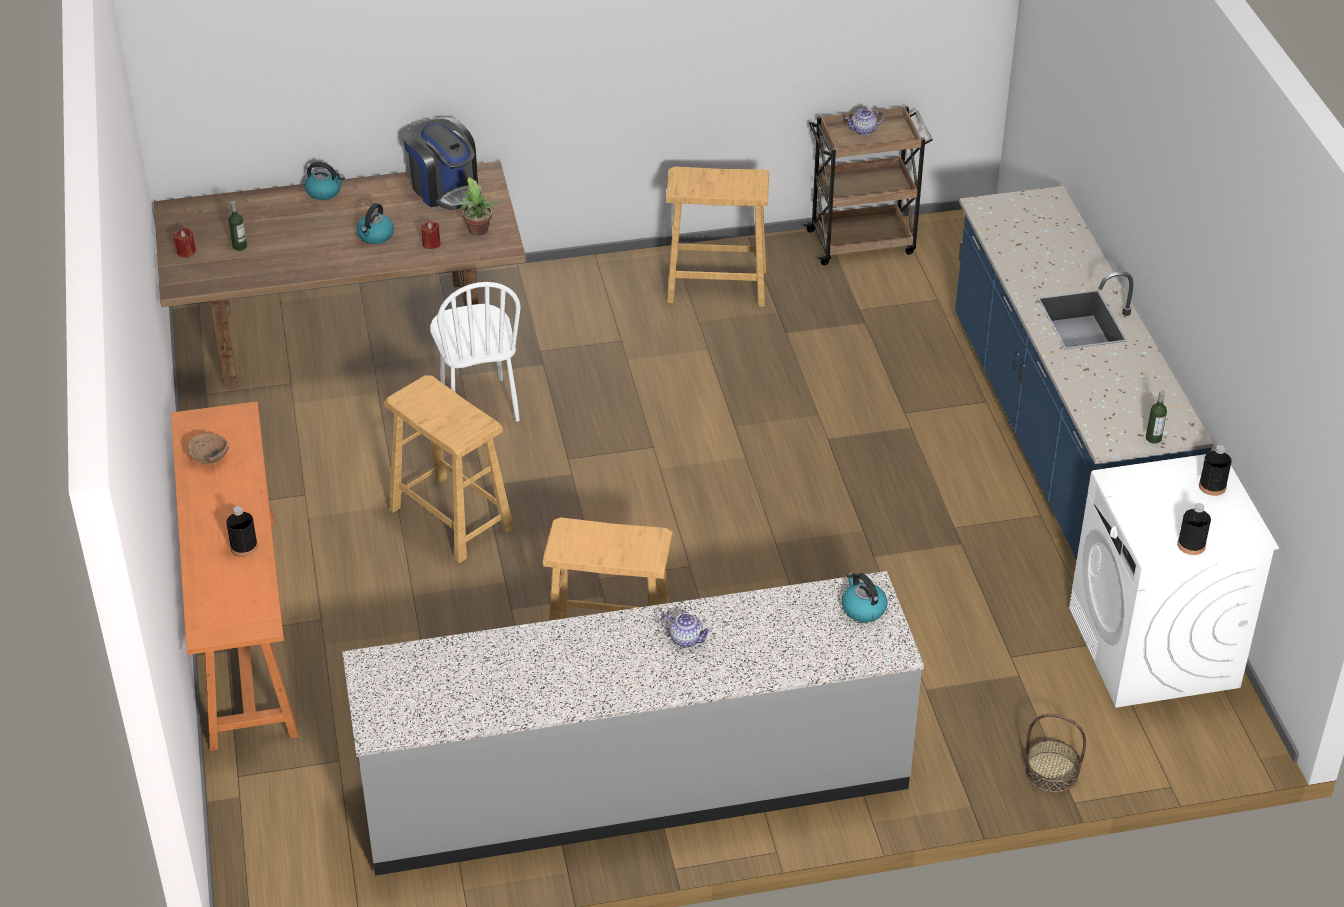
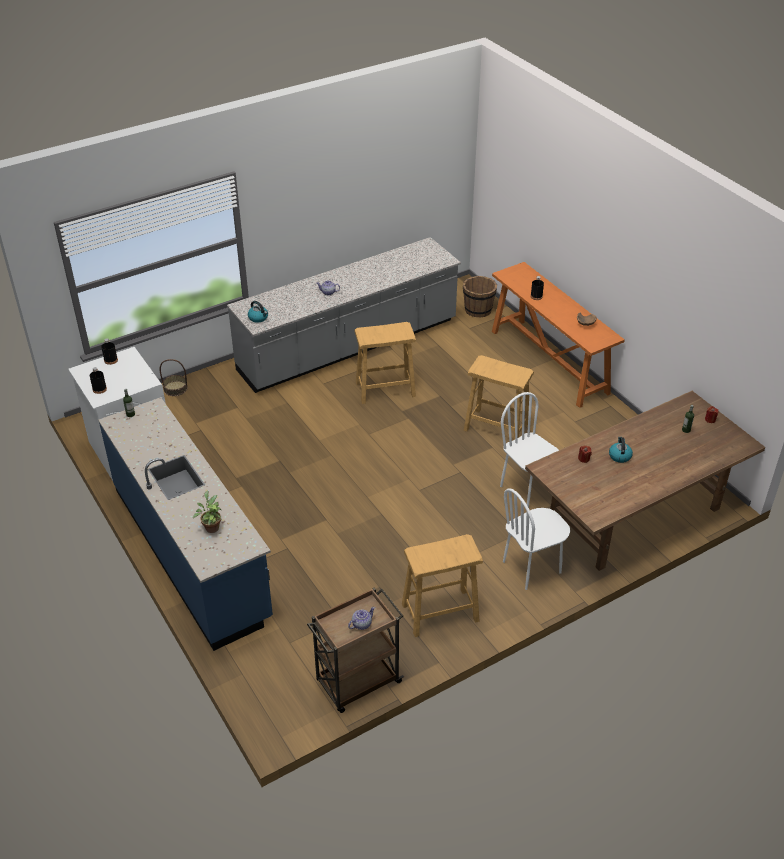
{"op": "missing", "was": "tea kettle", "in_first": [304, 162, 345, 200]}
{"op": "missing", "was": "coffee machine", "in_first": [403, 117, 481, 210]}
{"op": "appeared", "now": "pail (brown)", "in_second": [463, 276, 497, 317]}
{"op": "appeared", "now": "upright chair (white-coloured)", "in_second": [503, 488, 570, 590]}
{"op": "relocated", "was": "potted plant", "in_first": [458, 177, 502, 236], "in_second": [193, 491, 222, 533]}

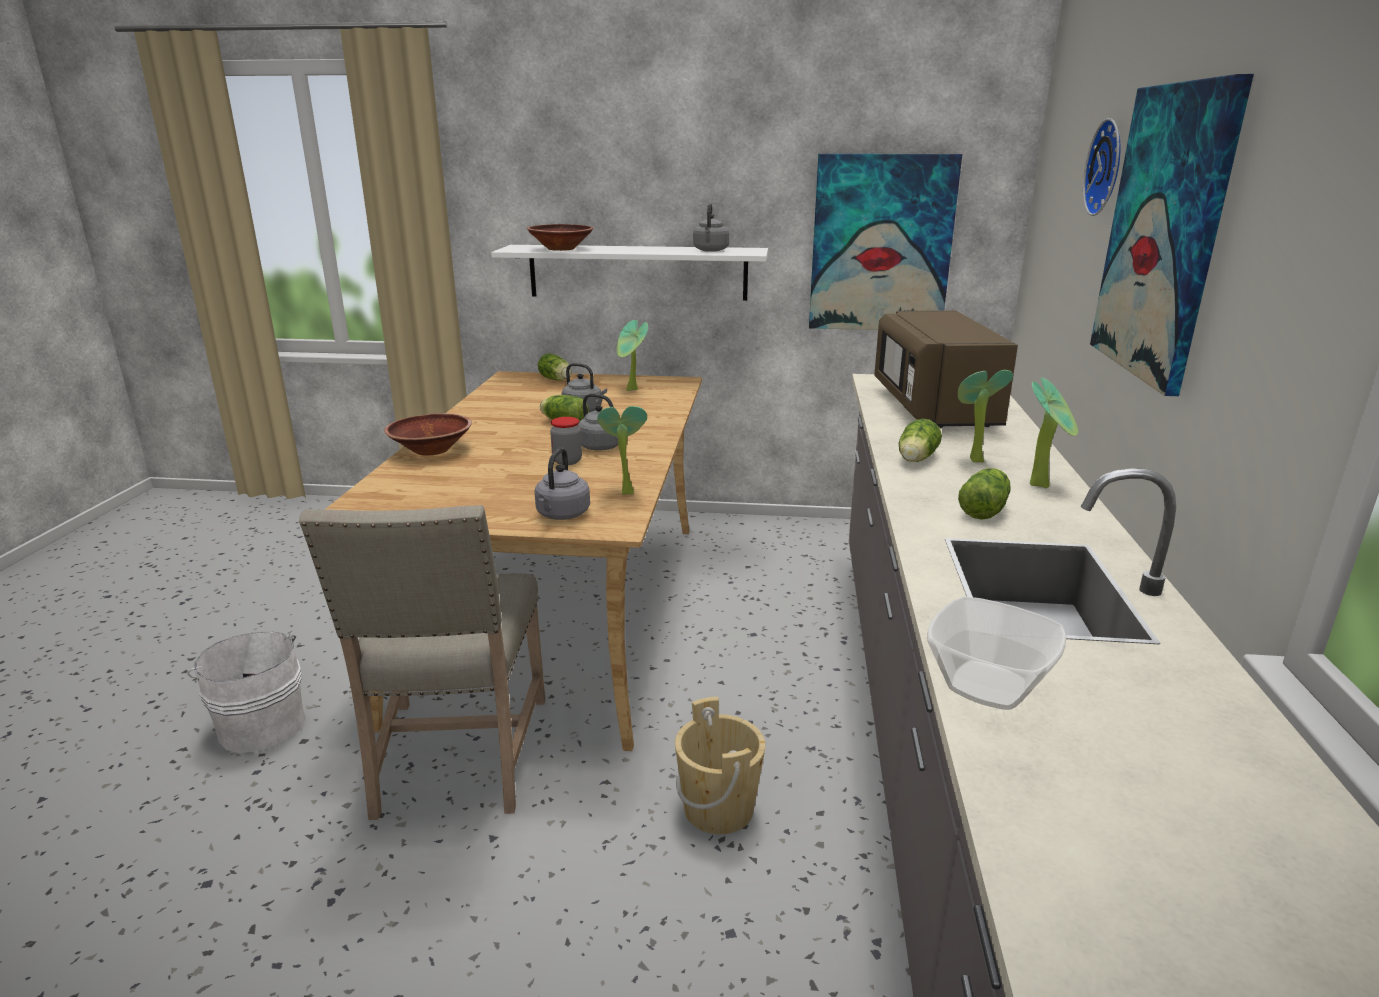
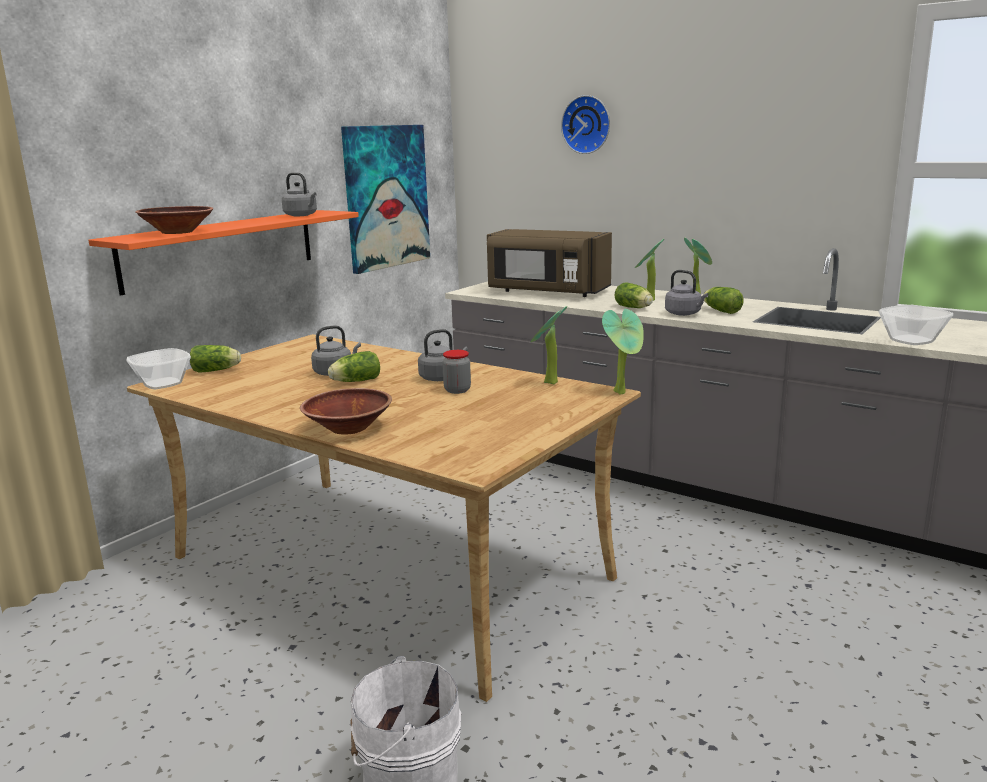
{"op": "missing", "was": "upright chair (sand-coloured)", "in_first": [299, 505, 545, 820]}
{"op": "missing", "was": "pail (sand-coloured)", "in_first": [675, 697, 766, 834]}
{"op": "missing", "was": "wall picture", "in_first": [1090, 74, 1254, 396]}
{"op": "appeared", "now": "serving bowl", "in_second": [126, 348, 191, 389]}
{"op": "relocated", "was": "tea kettle (grey)", "in_first": [534, 448, 590, 520], "in_second": [665, 270, 708, 316]}
{"op": "relocated", "was": "potted plant", "in_first": [617, 320, 648, 391], "in_second": [602, 309, 644, 395]}
{"op": "colour", "was": "shelf (white-coloured)", "now": "shelf (orange)", "in_first": [491, 245, 768, 301], "in_second": [88, 210, 359, 296]}

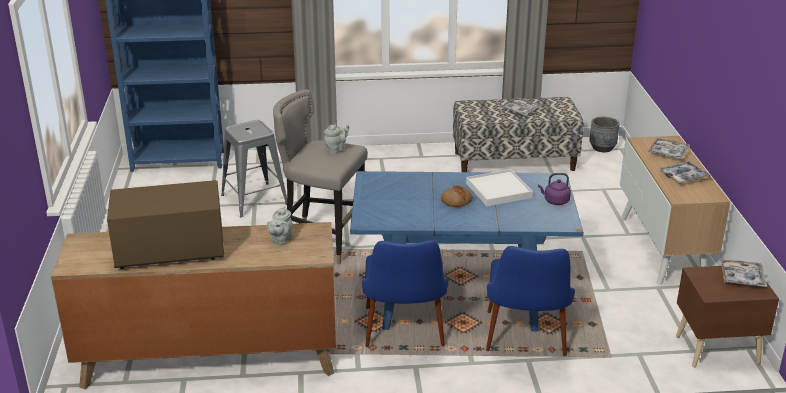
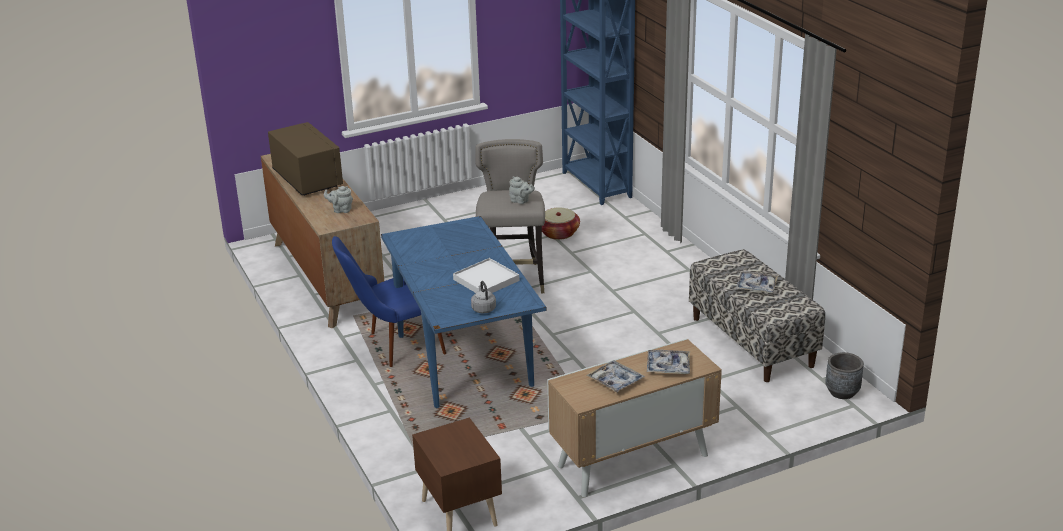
{"op": "missing", "was": "bakery bread", "in_first": [441, 185, 473, 207]}
{"op": "missing", "was": "upright chair (bluish)", "in_first": [486, 246, 575, 356]}
{"op": "missing", "was": "tray", "in_first": [720, 259, 767, 287]}
{"op": "exchanged", "was": "stool (grey)", "now": "basket", "in_first": [221, 120, 287, 217], "in_second": [542, 207, 580, 240]}
{"op": "colour", "was": "tea kettle (purple)", "now": "tea kettle (grey)", "in_first": [538, 173, 571, 205], "in_second": [471, 281, 496, 313]}

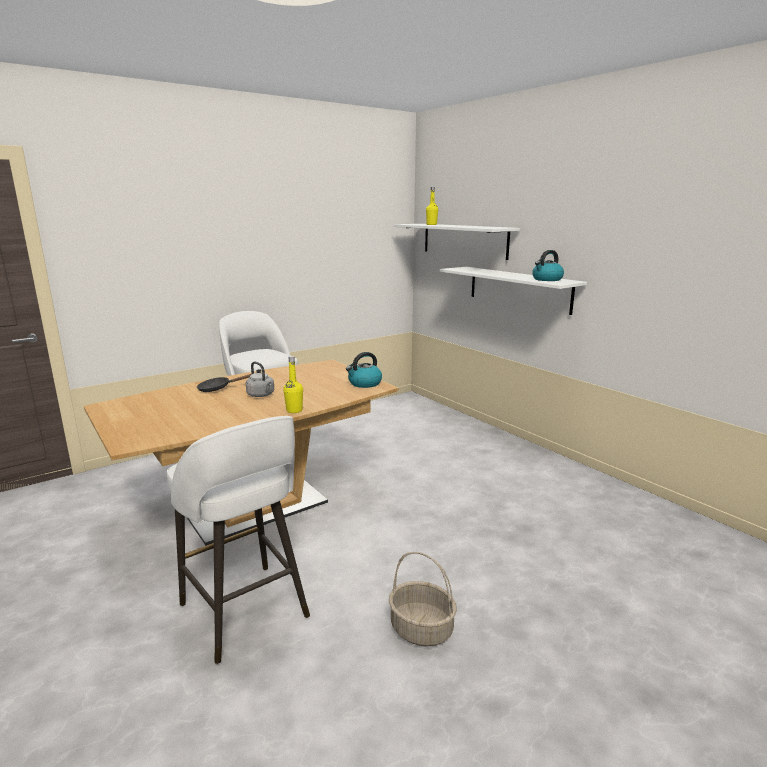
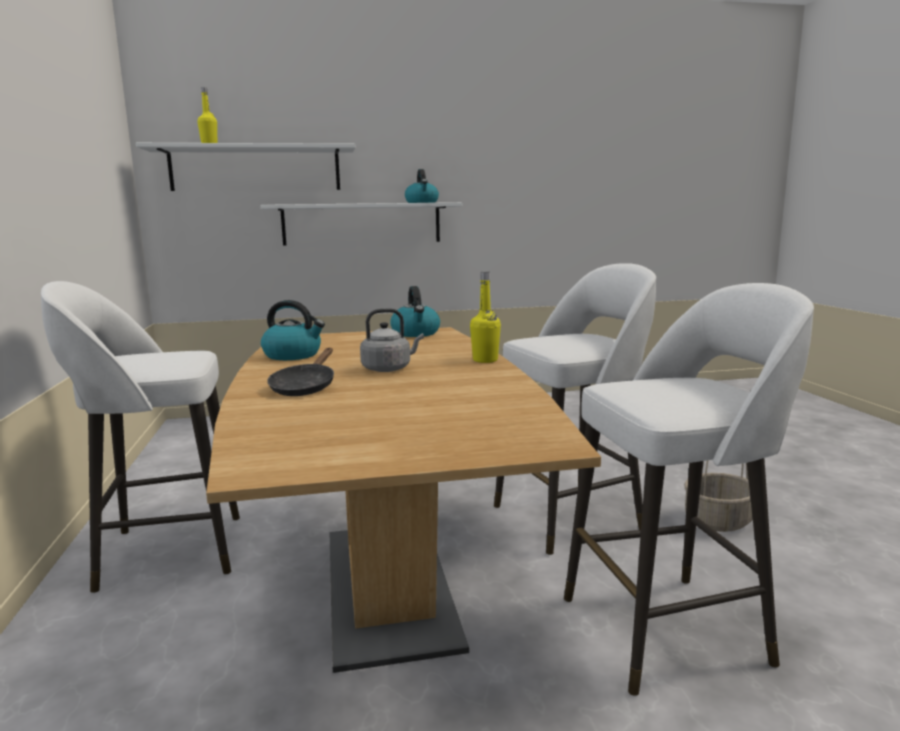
{"op": "appeared", "now": "tea kettle", "in_second": [261, 300, 325, 360]}
{"op": "appeared", "now": "stool (white-coloured)", "in_second": [494, 263, 656, 555]}

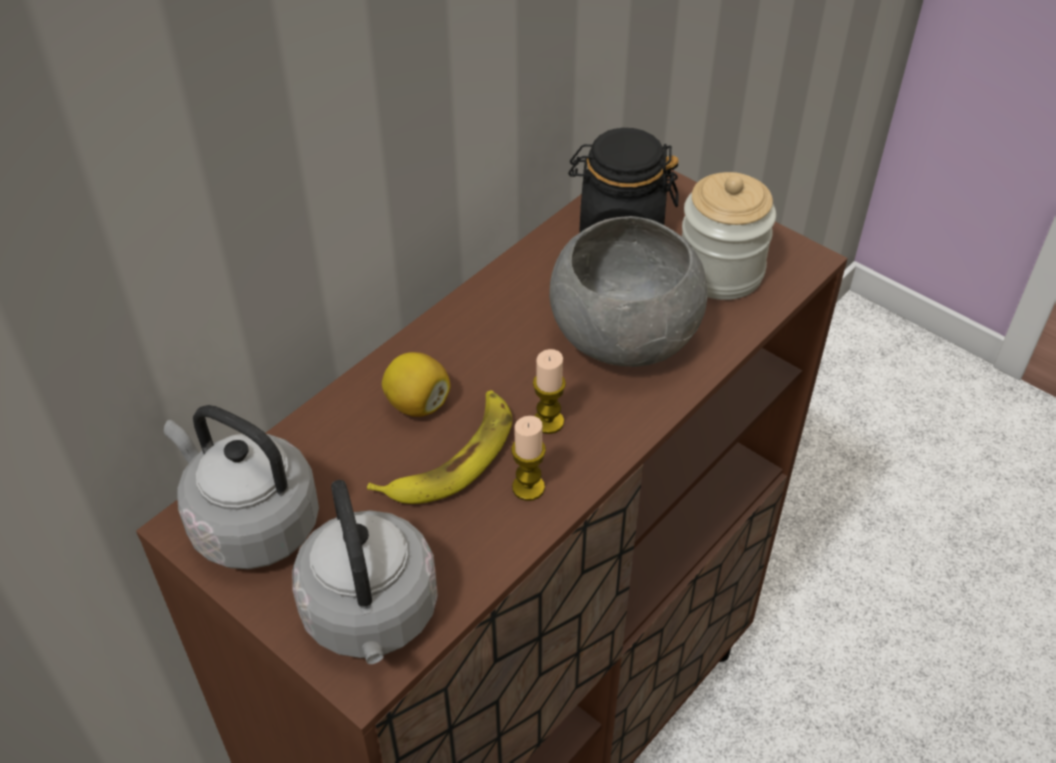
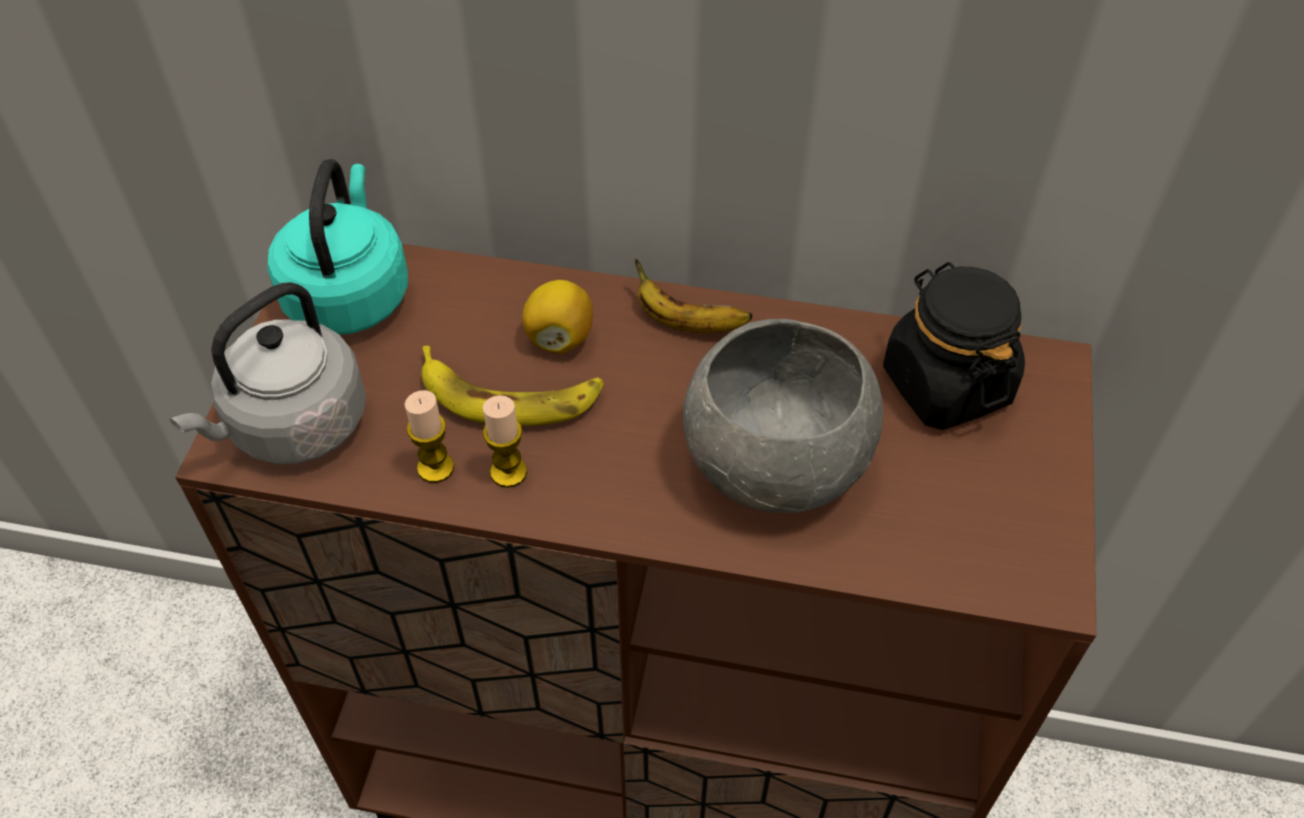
{"op": "missing", "was": "preserve jar", "in_first": [682, 172, 776, 300]}
{"op": "appeared", "now": "whole banana", "in_second": [634, 259, 752, 333]}
{"op": "relocated", "was": "wax candle", "in_first": [533, 349, 566, 434], "in_second": [405, 390, 454, 483]}
{"op": "colour", "was": "tea kettle (grey)", "now": "tea kettle (turquoise)", "in_first": [164, 405, 319, 569], "in_second": [268, 159, 408, 335]}

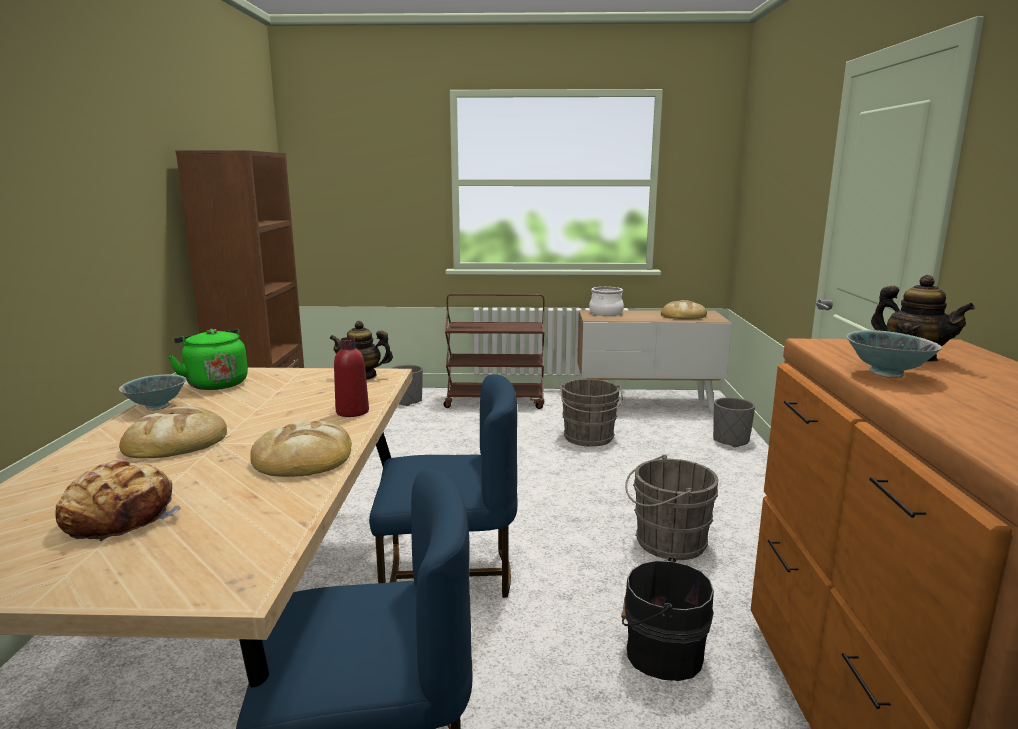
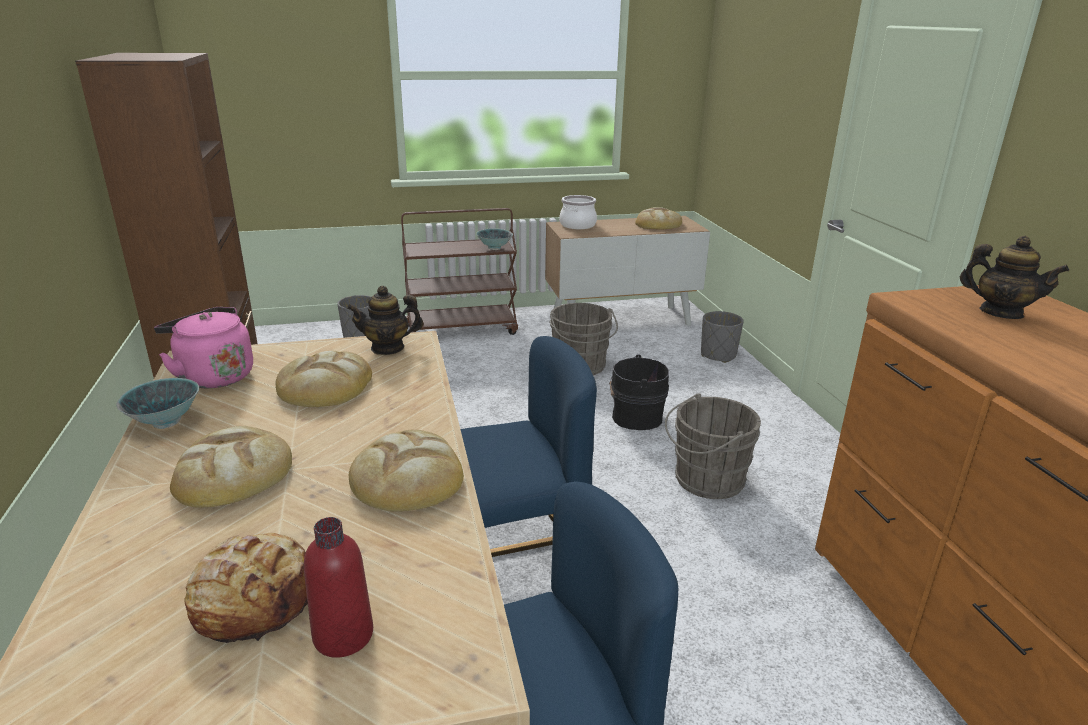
{"op": "appeared", "now": "bakery bread", "in_second": [276, 351, 372, 407]}
{"op": "relocated", "was": "bottle (red-coloured)", "in_first": [334, 337, 369, 417], "in_second": [304, 517, 373, 658]}
{"op": "relocated", "was": "pail (black-coloured)", "in_first": [621, 557, 714, 681], "in_second": [609, 355, 669, 430]}
{"op": "relocated", "was": "serving bowl", "in_first": [846, 330, 942, 378], "in_second": [476, 228, 513, 250]}
{"op": "colour", "was": "tea kettle (greenish)", "now": "tea kettle (pink-coloured)", "in_first": [168, 329, 248, 390], "in_second": [154, 307, 253, 388]}

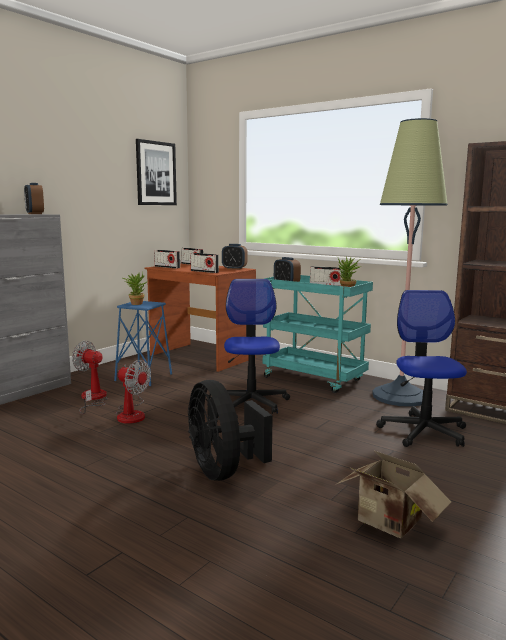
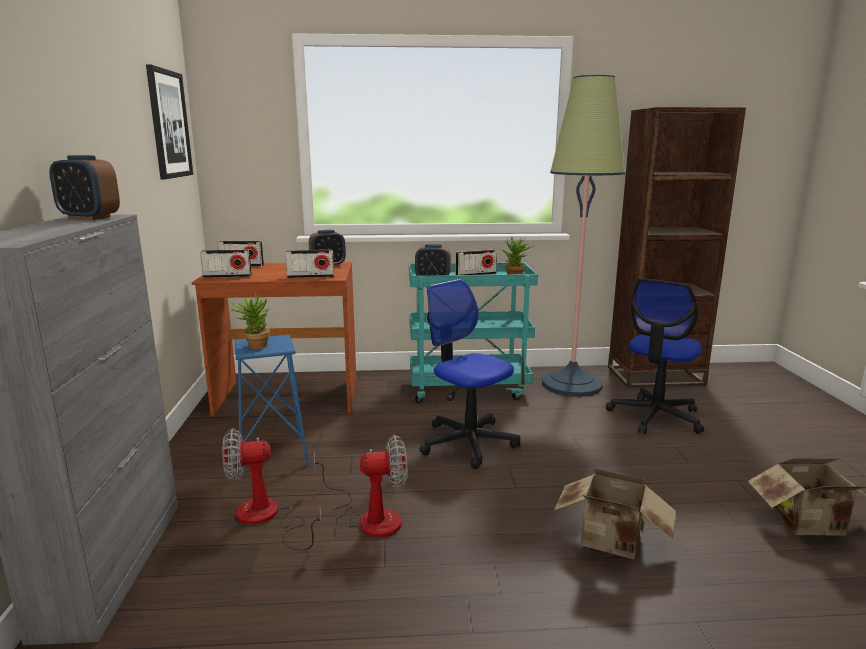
{"op": "exchanged", "was": "cooling fan (black-coloured)", "now": "carton", "in_first": [188, 380, 273, 481], "in_second": [554, 468, 676, 559]}
{"op": "spun", "was": "office chair", "in_first": [376, 290, 467, 447], "in_second": [606, 278, 704, 434], "clockwise": -105}

